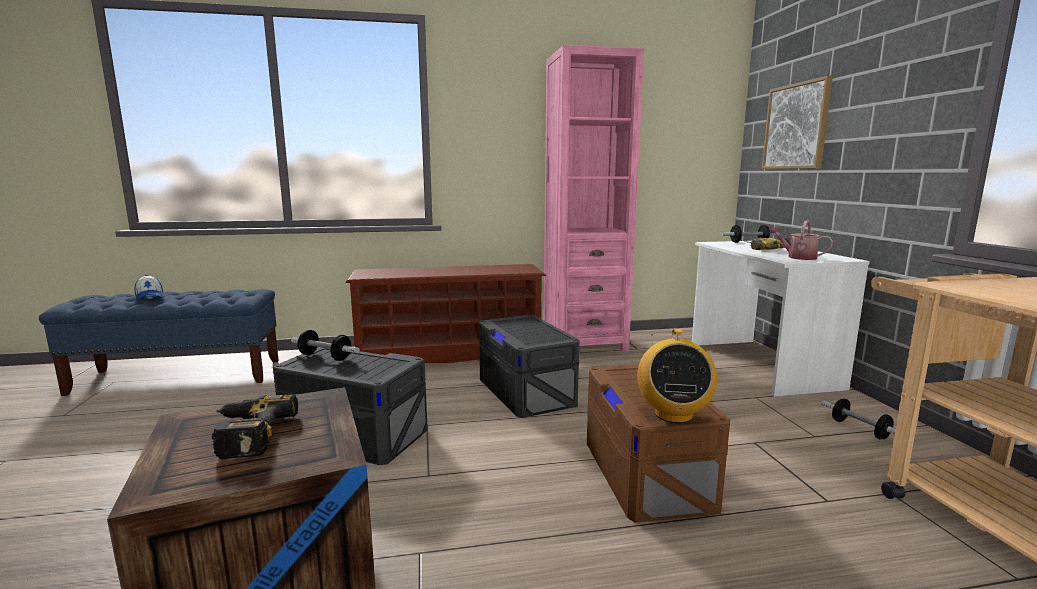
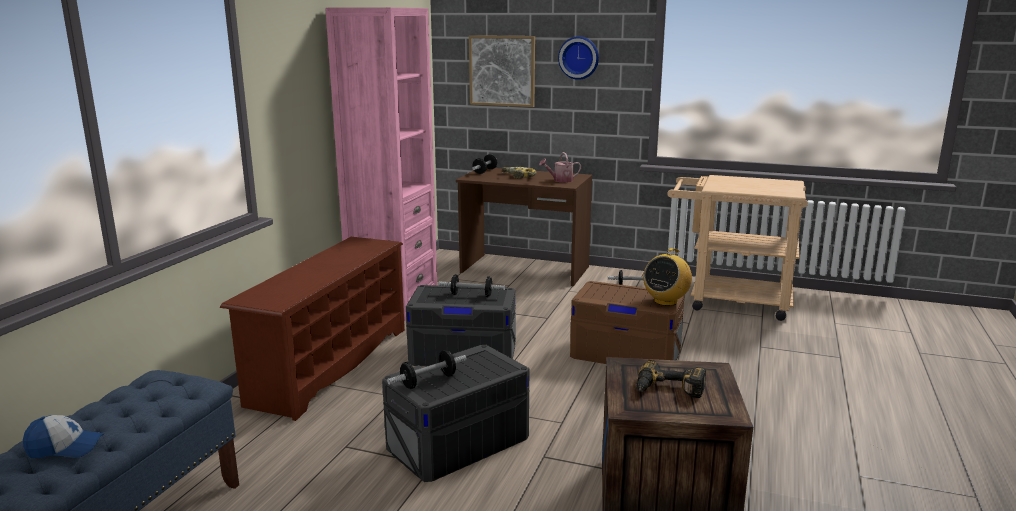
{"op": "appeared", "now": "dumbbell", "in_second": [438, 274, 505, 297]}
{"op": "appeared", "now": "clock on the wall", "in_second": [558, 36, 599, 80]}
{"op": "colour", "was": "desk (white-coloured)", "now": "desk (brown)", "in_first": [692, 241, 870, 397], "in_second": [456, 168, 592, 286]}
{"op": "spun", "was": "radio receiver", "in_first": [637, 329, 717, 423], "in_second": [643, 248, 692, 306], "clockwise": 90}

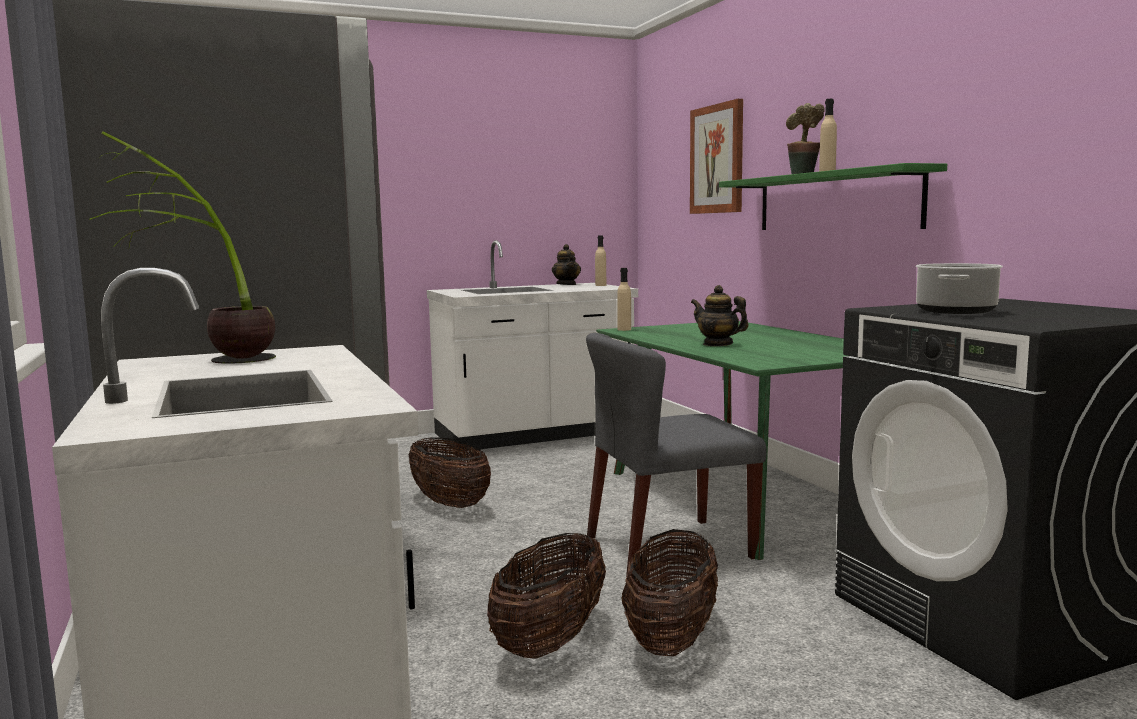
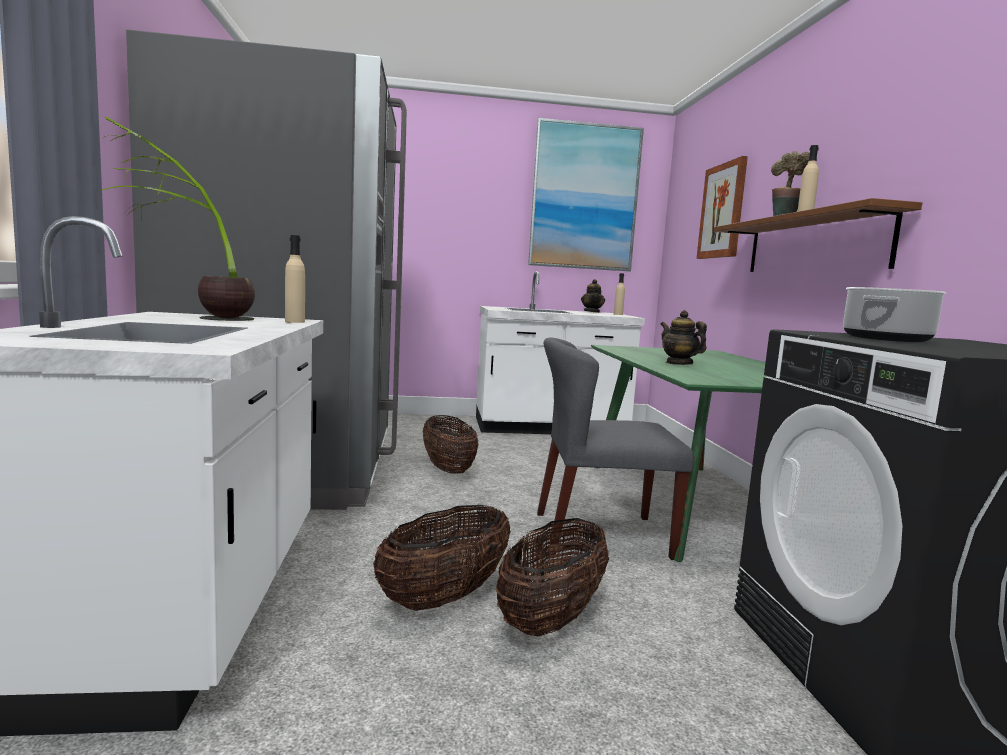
{"op": "appeared", "now": "wall picture", "in_second": [528, 118, 644, 272]}
{"op": "relocated", "was": "bottle (sand-coloured)", "in_first": [617, 268, 631, 331], "in_second": [285, 235, 305, 323]}
{"op": "colour", "was": "shelf (greenish)", "now": "shelf (brown)", "in_first": [719, 163, 947, 230], "in_second": [714, 198, 922, 272]}

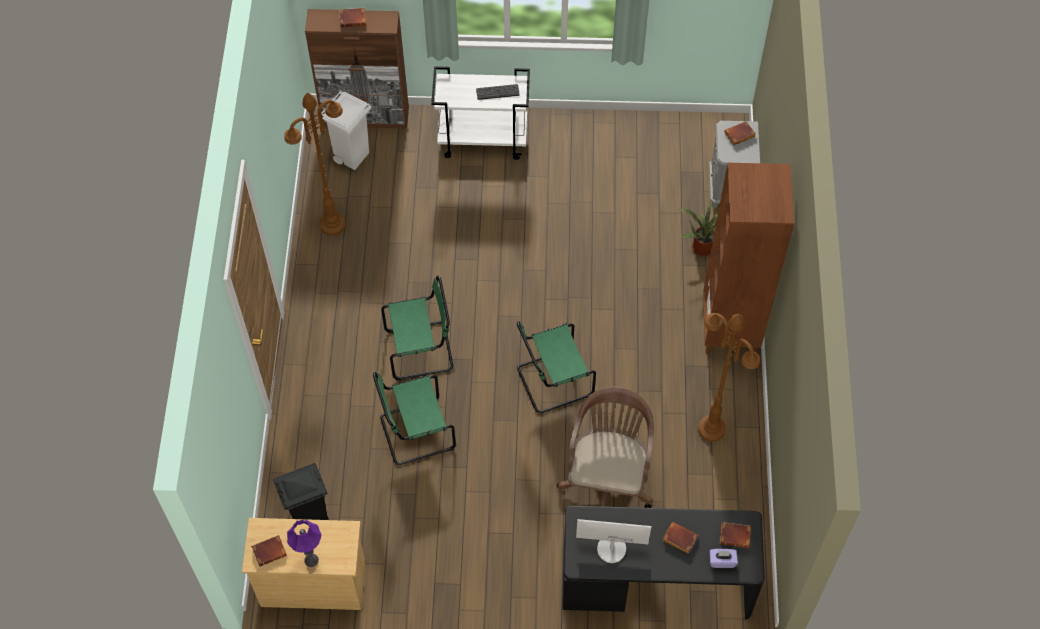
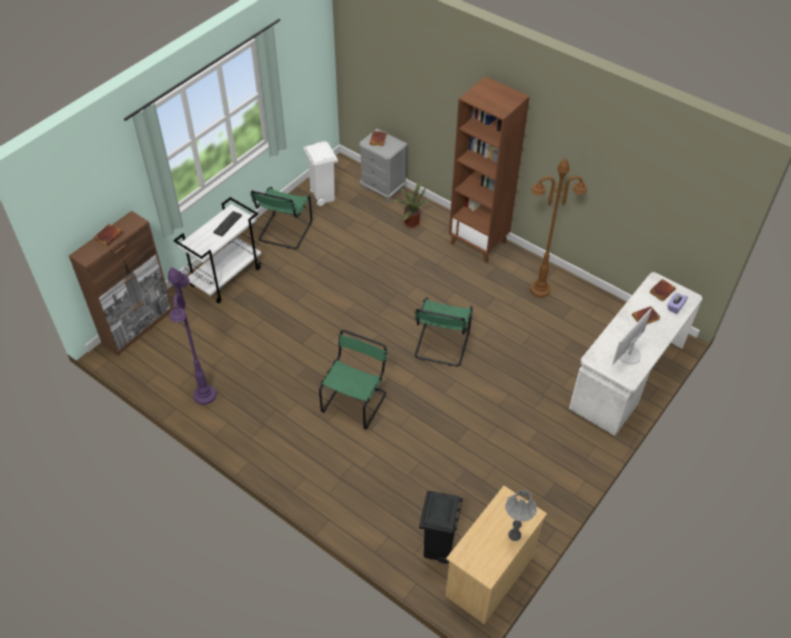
{"op": "missing", "was": "bound book (brown)", "in_first": [251, 535, 287, 567]}
{"op": "missing", "was": "office chair (brown)", "in_first": [557, 387, 654, 508]}
{"op": "relocated", "was": "rubbish bin (white-coloured)", "in_first": [321, 90, 371, 170], "in_second": [303, 141, 338, 206]}
{"op": "relocated", "was": "upright chair (greenish)", "in_first": [373, 372, 456, 465], "in_second": [250, 187, 312, 249]}
{"op": "colour", "was": "standing lamp (brown)", "now": "standing lamp (purple)", "in_first": [284, 93, 346, 236], "in_second": [168, 267, 216, 405]}
{"op": "colour", "was": "tabletop lamp (purple)", "now": "tabletop lamp (grey)", "in_first": [287, 519, 321, 567], "in_second": [505, 490, 537, 541]}
{"op": "colour", "was": "desk (black-coloured)", "now": "desk (white-coloured)", "in_first": [562, 506, 765, 620], "in_second": [569, 272, 702, 436]}

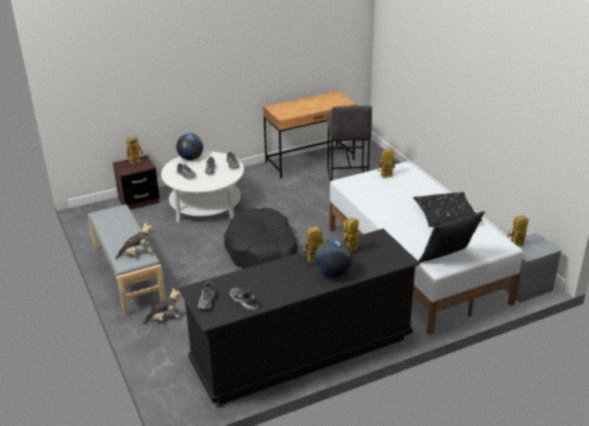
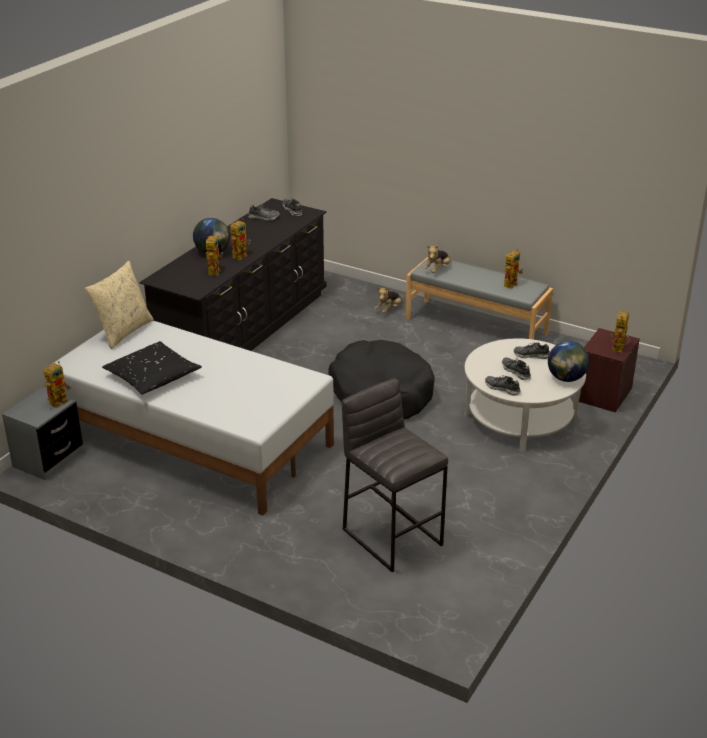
{"op": "missing", "was": "desk (brown)", "in_first": [263, 91, 356, 178]}
{"op": "relocated", "was": "robot figure", "in_first": [377, 148, 395, 178], "in_second": [504, 249, 523, 289]}
{"op": "colour", "was": "pillow (black-coloured)", "now": "pillow (sand-coloured)", "in_first": [418, 211, 485, 262], "in_second": [85, 260, 154, 349]}

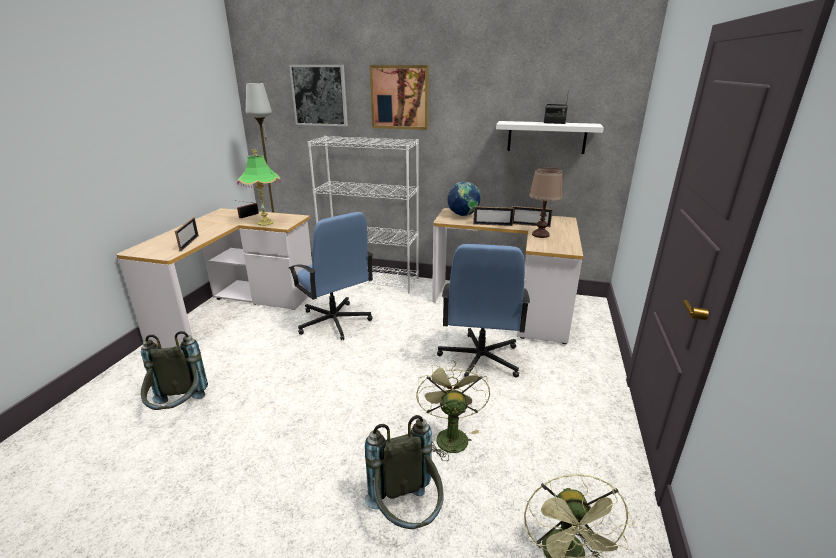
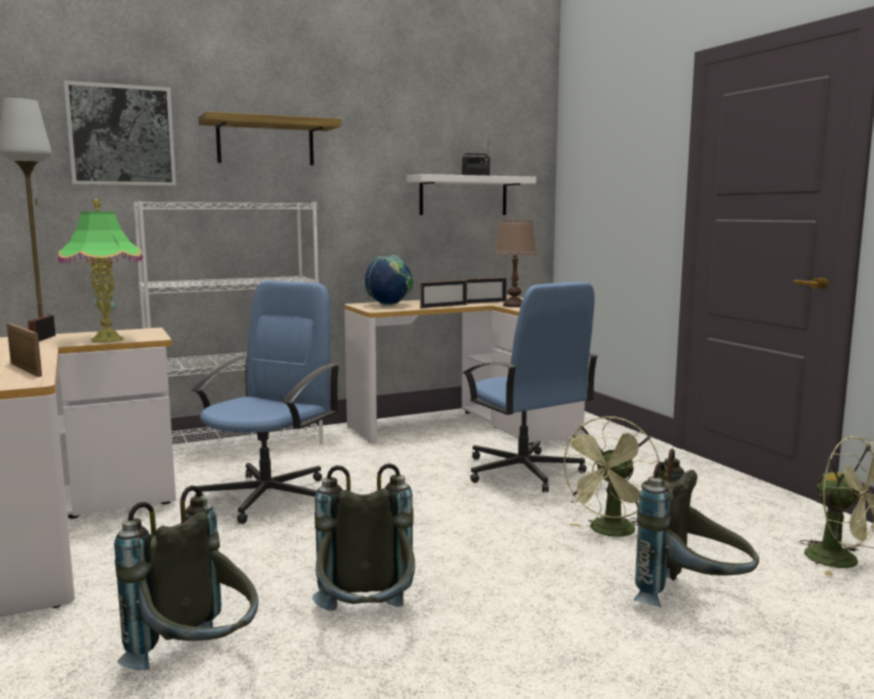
{"op": "appeared", "now": "backpack (grey)", "in_second": [312, 463, 415, 611]}
{"op": "exchanged", "was": "wall picture", "now": "shelf", "in_first": [370, 65, 429, 130], "in_second": [198, 111, 341, 165]}
{"op": "spun", "was": "office chair (bluish)", "in_first": [289, 212, 373, 340], "in_second": [192, 281, 340, 524], "clockwise": -75}
{"op": "spun", "was": "cooling fan (greenish)", "in_first": [416, 360, 490, 461], "in_second": [558, 416, 660, 537], "clockwise": -105}

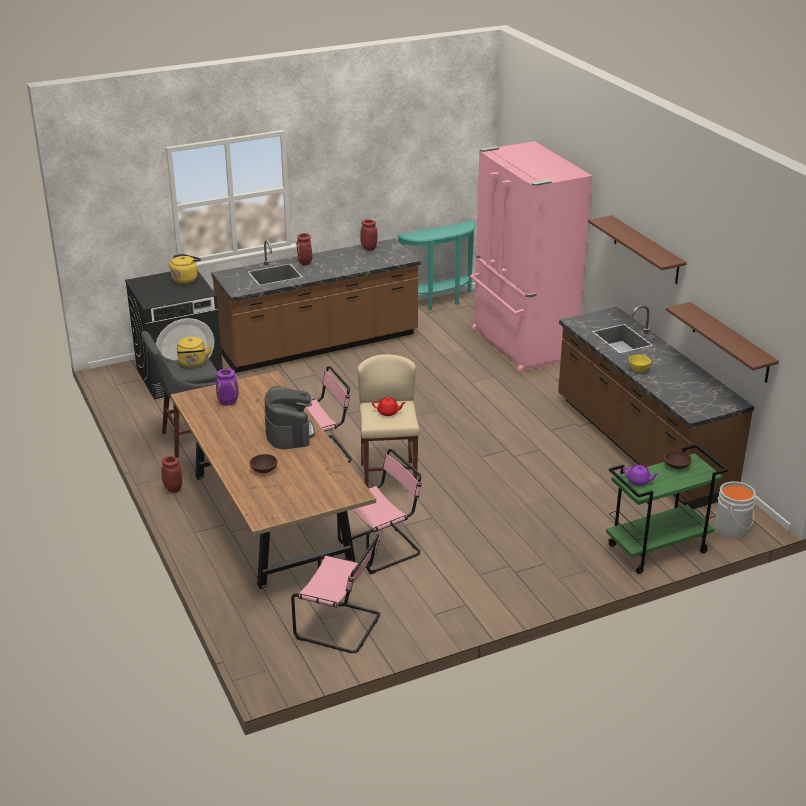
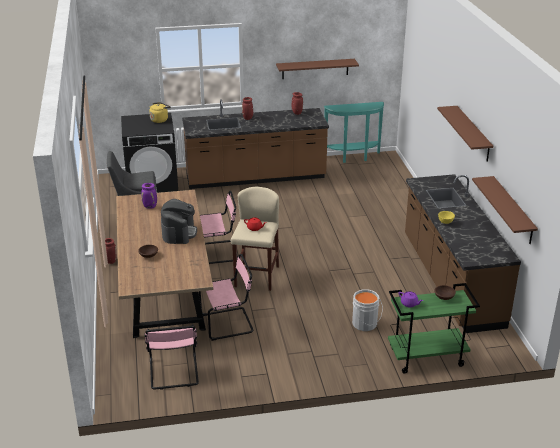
{"op": "missing", "was": "tea kettle (yellow)", "in_first": [177, 337, 212, 368]}
{"op": "missing", "was": "kitchen fridge (pink-coloured)", "in_first": [470, 141, 592, 372]}
{"op": "appeared", "now": "shelf (brown)", "in_second": [276, 59, 359, 79]}
{"op": "relocated", "was": "pail (grey)", "in_first": [714, 481, 756, 538], "in_second": [352, 289, 383, 331]}
{"op": "spun", "was": "upright chair (pink-coloured)", "in_first": [291, 534, 380, 653], "in_second": [144, 324, 199, 390], "clockwise": 45}

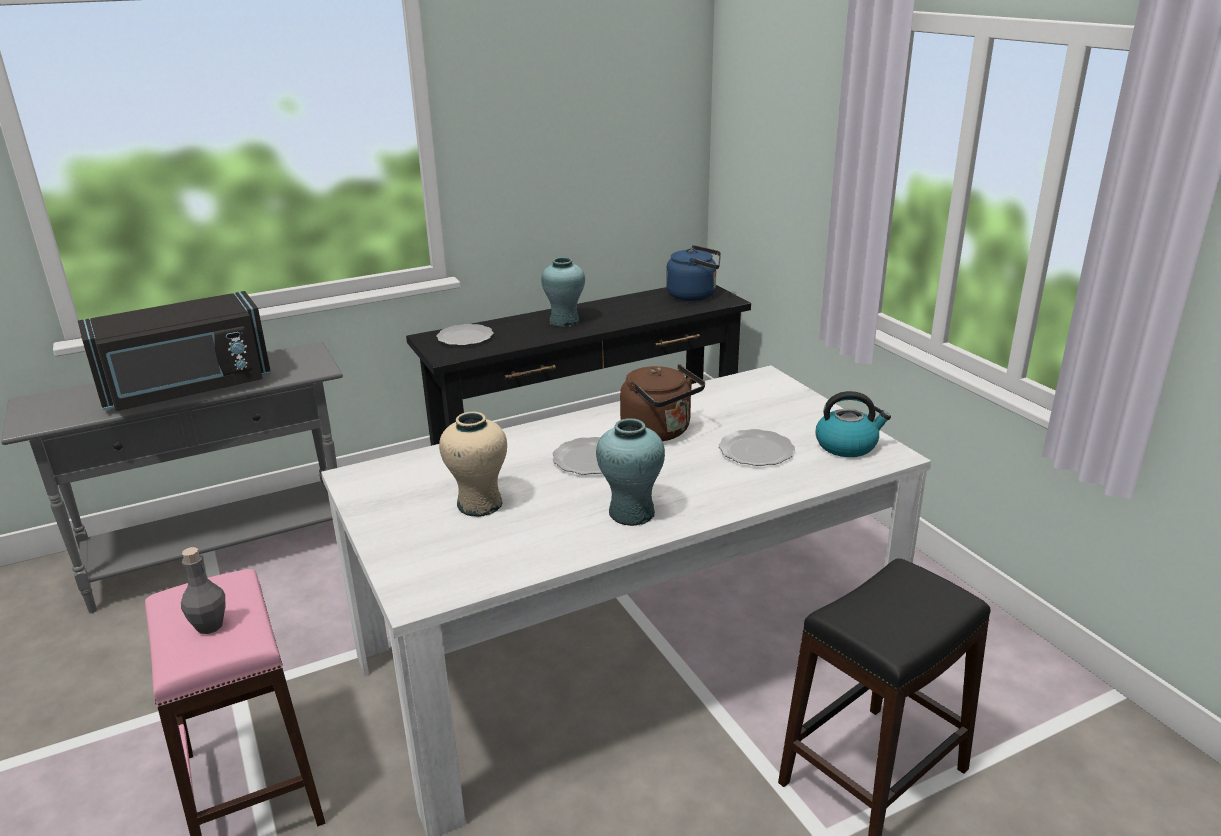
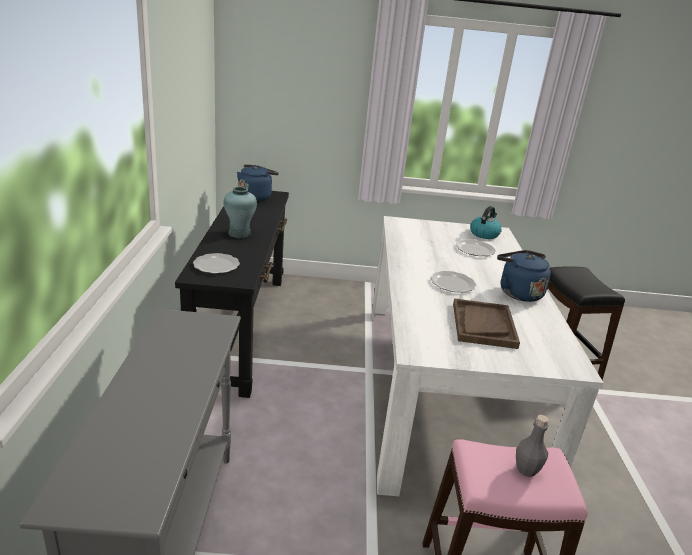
{"op": "missing", "was": "microwave (black-coloured)", "in_first": [78, 291, 271, 411]}
{"op": "missing", "was": "tea kettle (brown)", "in_first": [620, 364, 705, 441]}
{"op": "exchanged", "was": "vase (sand-coloured)", "now": "tray (brown)", "in_first": [439, 412, 507, 517], "in_second": [453, 298, 520, 349]}
{"op": "exchanged", "was": "vase (turquoise)", "now": "tea kettle (bluish)", "in_first": [596, 418, 665, 526], "in_second": [497, 250, 551, 302]}

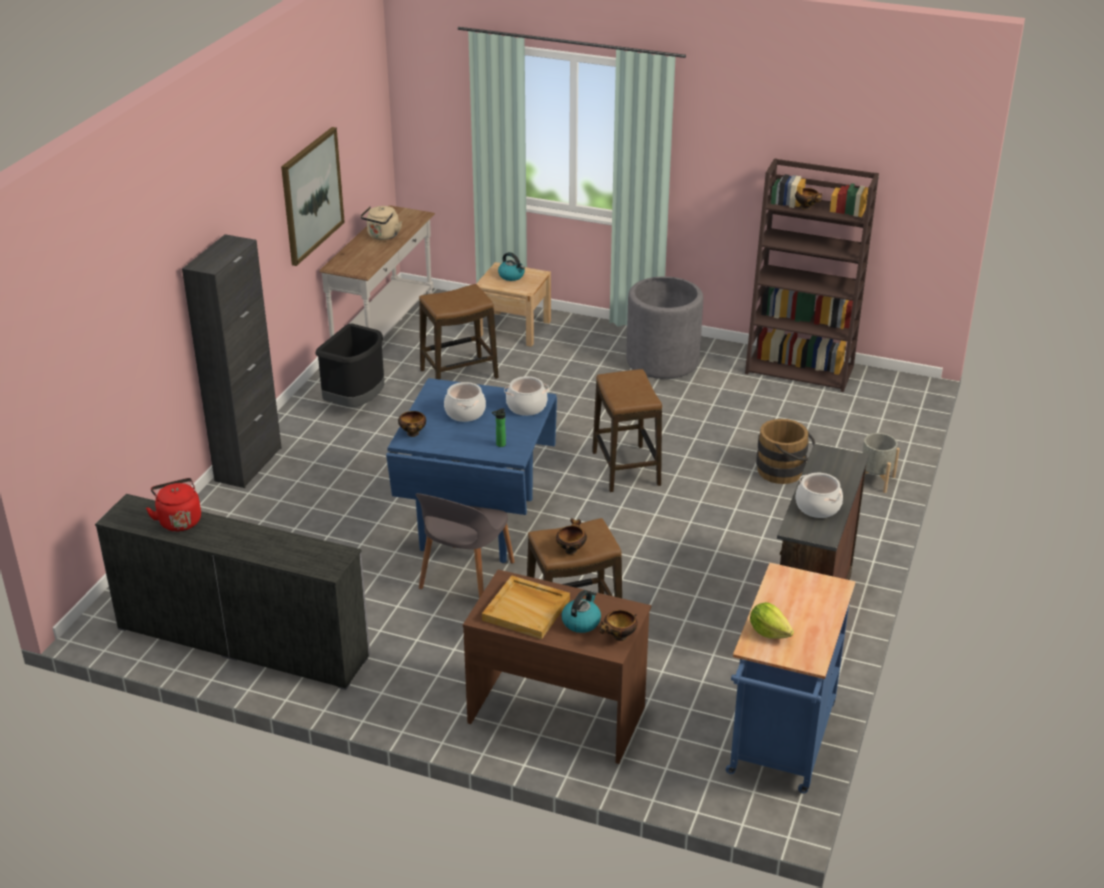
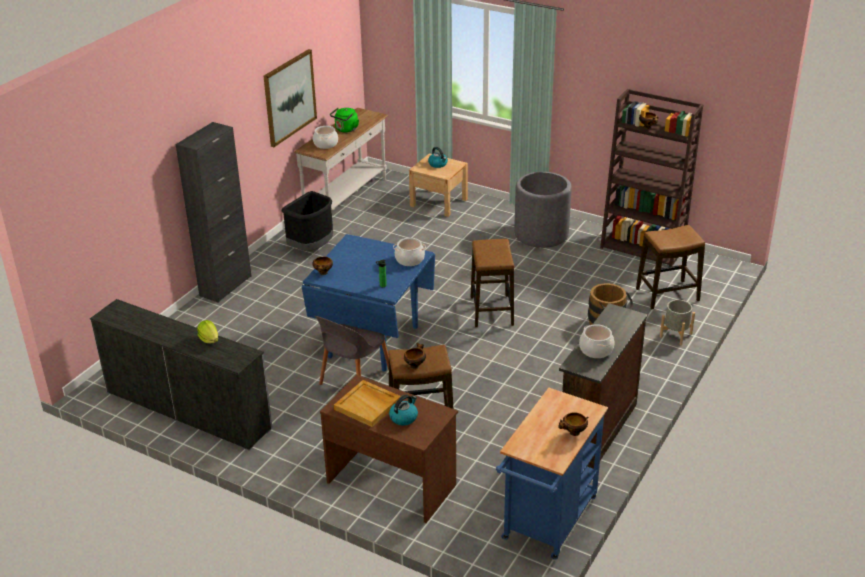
{"op": "missing", "was": "tea kettle (red-coloured)", "in_first": [146, 478, 201, 532]}
{"op": "relocated", "was": "stool", "in_first": [419, 284, 499, 380], "in_second": [636, 225, 705, 309]}
{"op": "relocated", "was": "saucepot", "in_first": [444, 382, 486, 422], "in_second": [313, 126, 338, 149]}
{"op": "relocated", "was": "serving bowl", "in_first": [600, 610, 637, 641], "in_second": [558, 412, 588, 436]}
{"op": "relocated", "was": "lettuce head", "in_first": [750, 602, 794, 639], "in_second": [197, 320, 218, 343]}
{"op": "colour", "was": "tea kettle (sand-coloured)", "now": "tea kettle (greenish)", "in_first": [361, 206, 402, 240], "in_second": [330, 108, 359, 132]}

